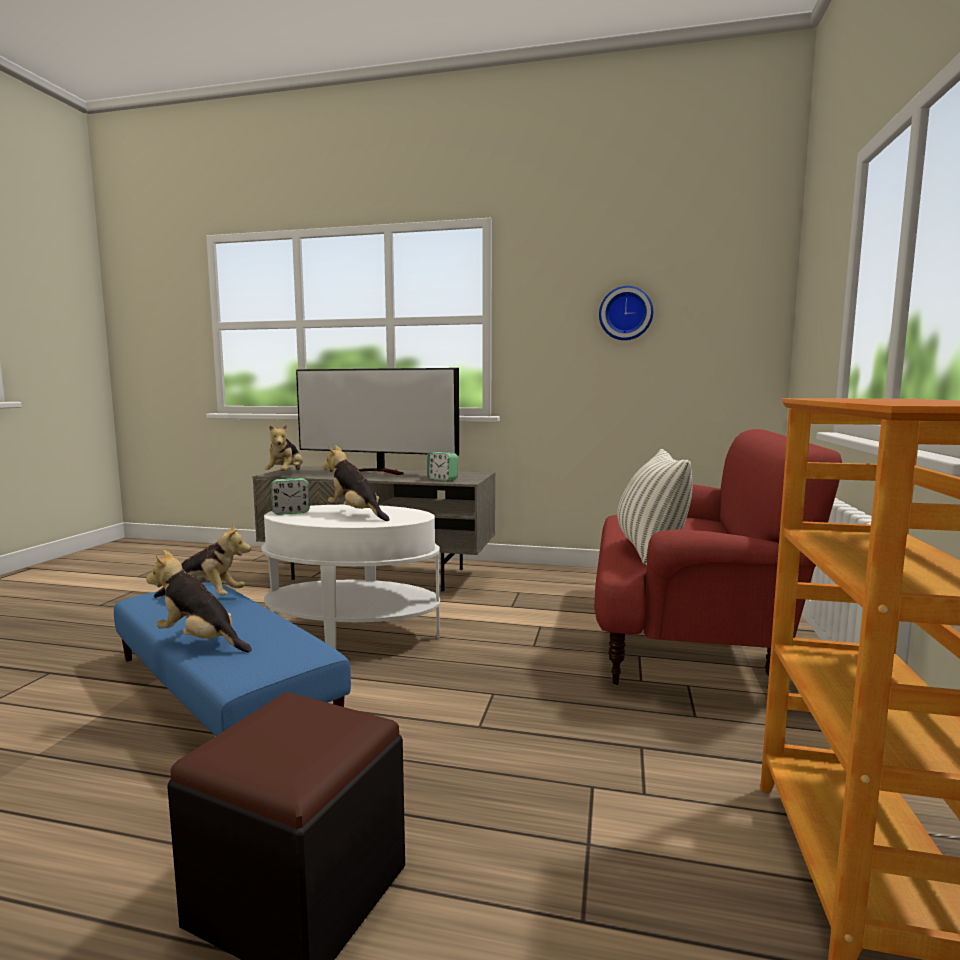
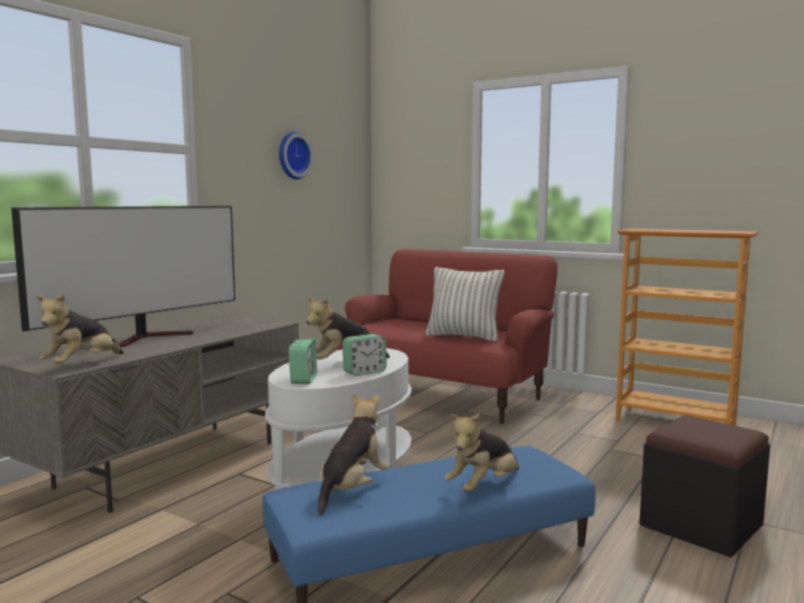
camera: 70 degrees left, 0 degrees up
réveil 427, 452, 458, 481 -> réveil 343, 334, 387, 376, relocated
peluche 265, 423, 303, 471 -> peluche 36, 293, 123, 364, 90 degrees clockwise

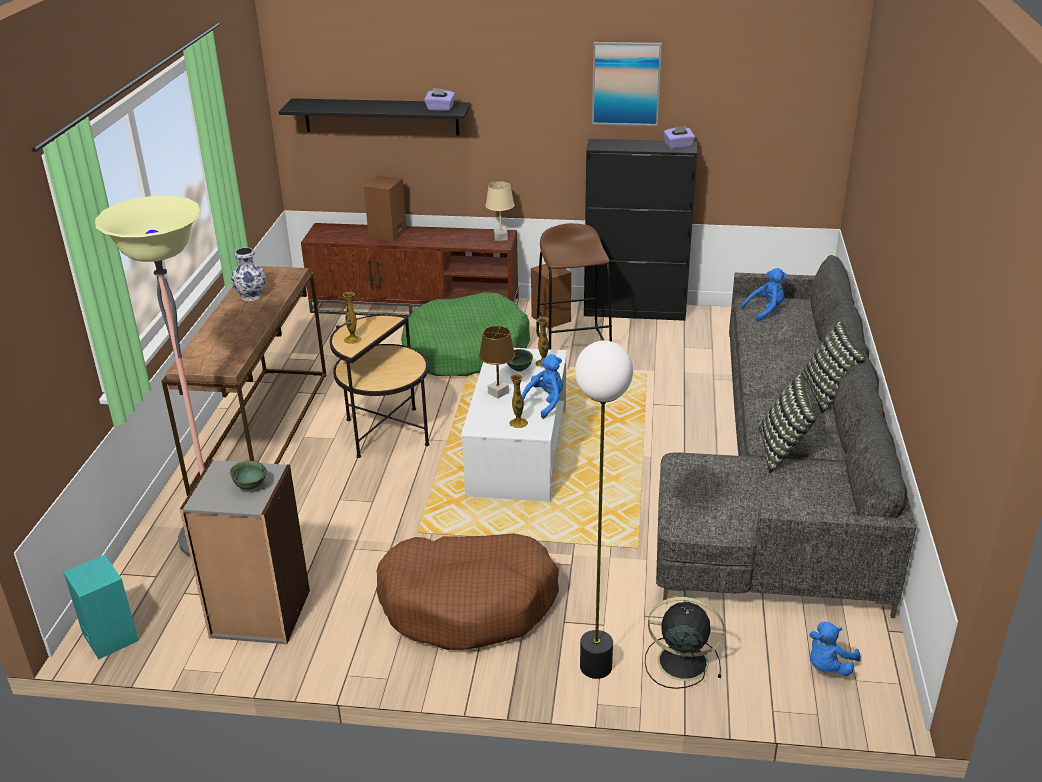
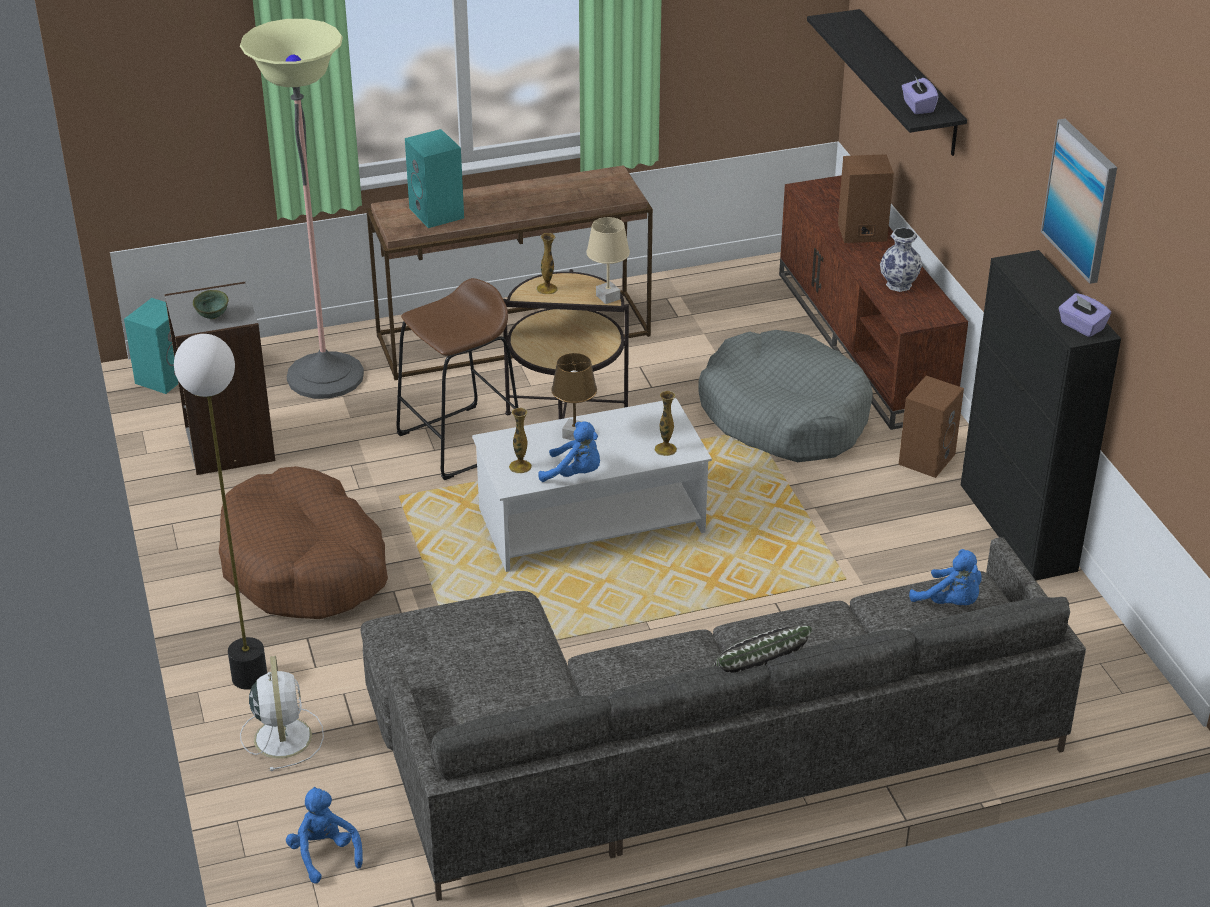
camera: 65 degrees right, 5 degrees up
bol [vert] 507, 349, 533, 372 -> none
coussin 759, 374, 817, 473 -> none
none -> enceinte [turquoise] 405, 129, 464, 228
vase 231, 248, 266, 301 -> vase 880, 228, 922, 292, relocated
lampe de table [beige] 485, 181, 514, 241 -> lampe de table [beige] 586, 217, 630, 304, relocated
tabouret [marron] 536, 223, 612, 350 -> tabouret [marron] 396, 278, 518, 480, relocated
panier pour chien [vert] 401, 292, 530, 376 -> panier pour chien [gris] 698, 330, 873, 462
ventilateur [noir] 645, 597, 724, 689 -> ventilateur [blanc] 240, 656, 324, 771
peluche [bleu] 809, 622, 861, 676 -> peluche [bleu] 286, 787, 363, 884, 45 degrees clockwise

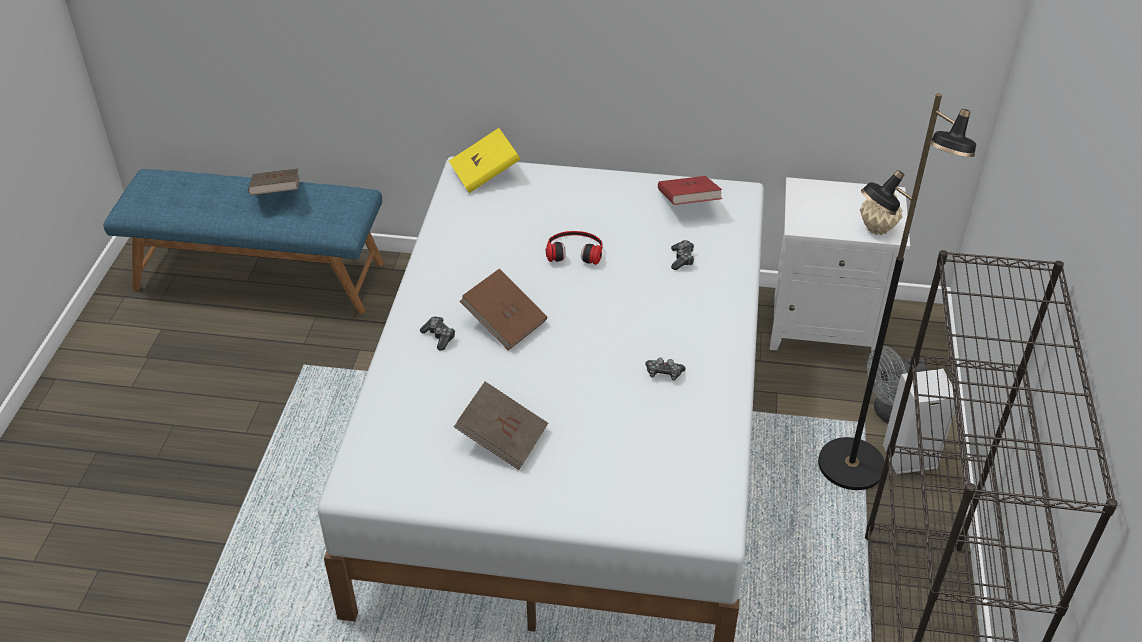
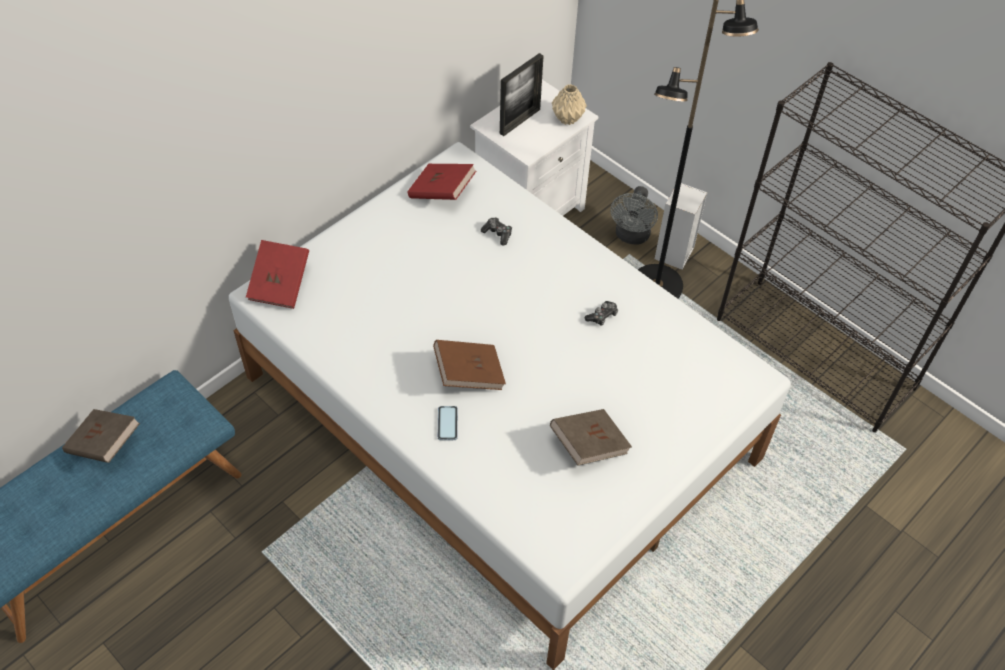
camera: 55 degrees left, 10 degrees up
casque audio 546, 231, 603, 265 -> none
none -> cadre photo 500, 53, 543, 136
manette 420, 317, 455, 351 -> téléphone 438, 406, 458, 440
livre [jaune] 449, 128, 521, 193 -> livre [rouge] 246, 240, 309, 309

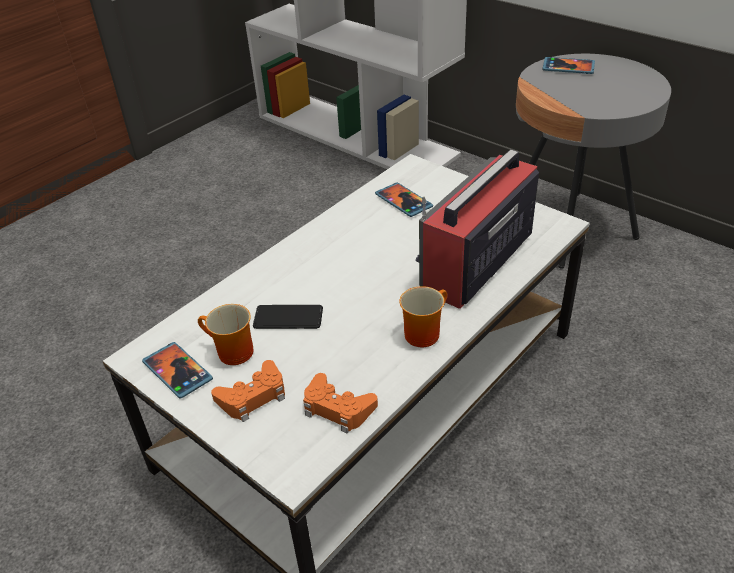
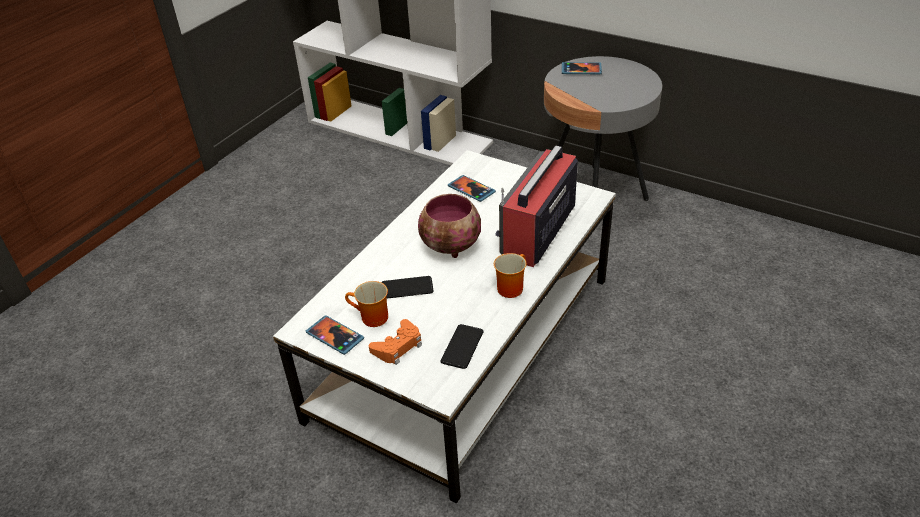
camera: 10 degrees left, 0 degrees up
none -> bol 418, 194, 481, 258
manette [orange] 303, 373, 378, 433 -> téléphone 440, 324, 484, 369

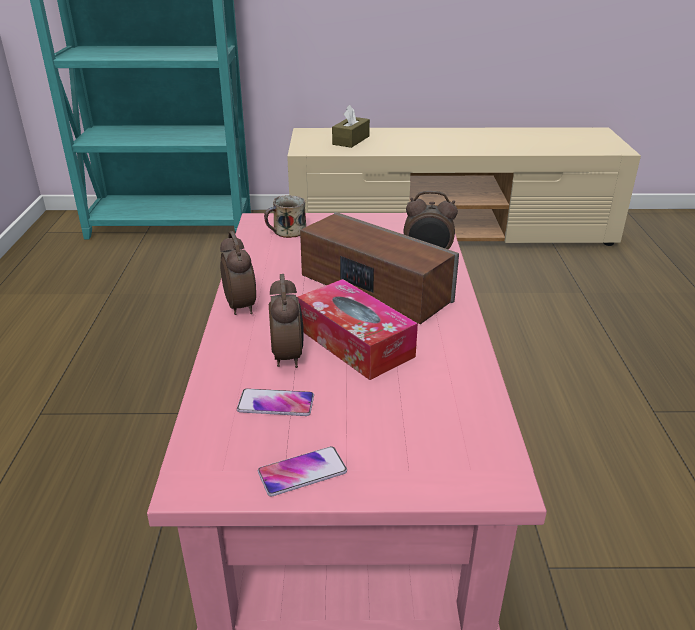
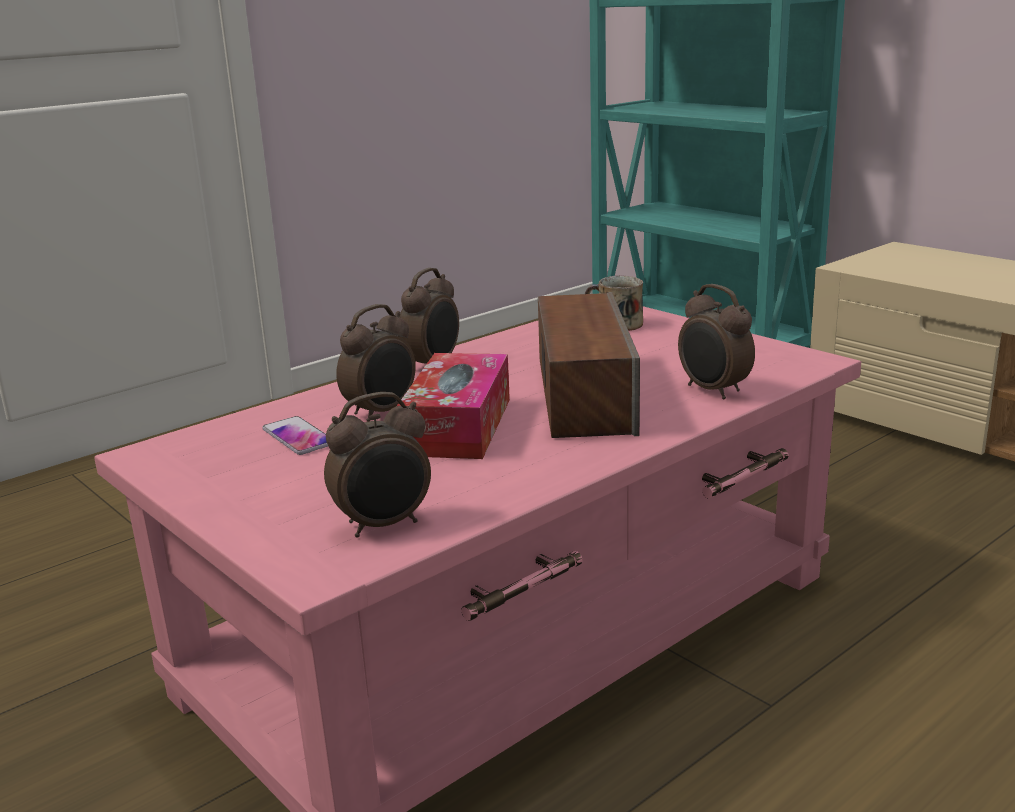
camera: 50 degrees right, 10 degrees down
téléphone 258, 446, 347, 496 -> none
boîte à mouchoirs [marron] 332, 105, 370, 148 -> none
none -> réveil 324, 392, 431, 538

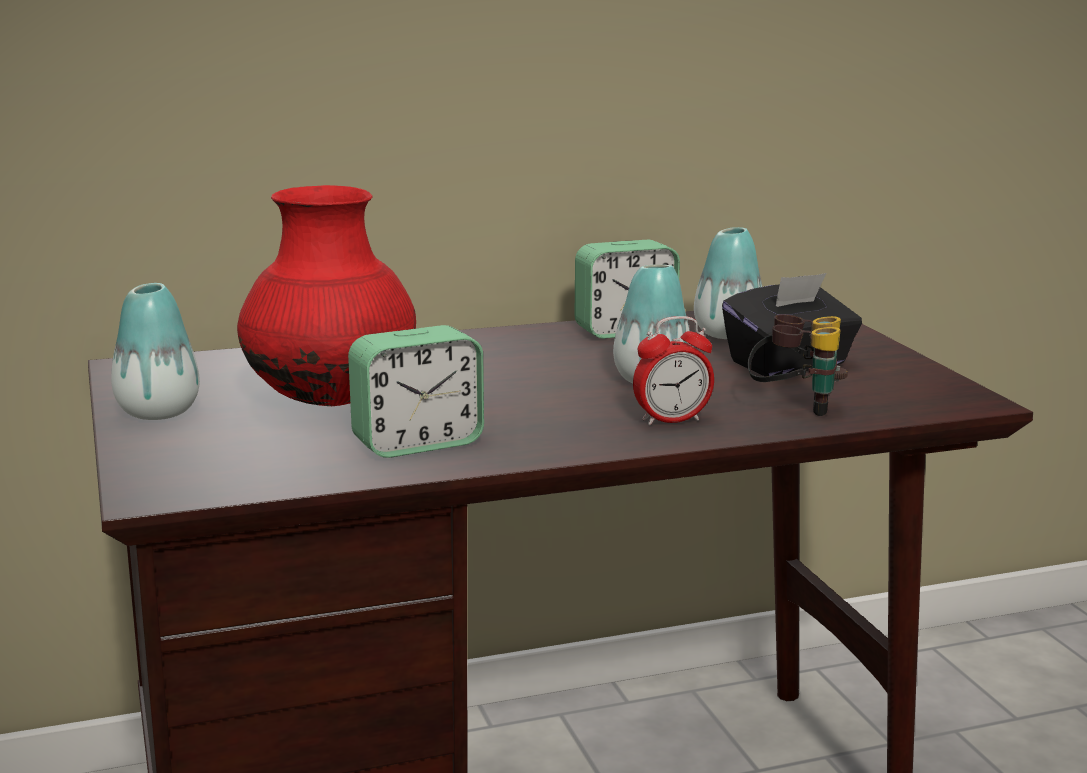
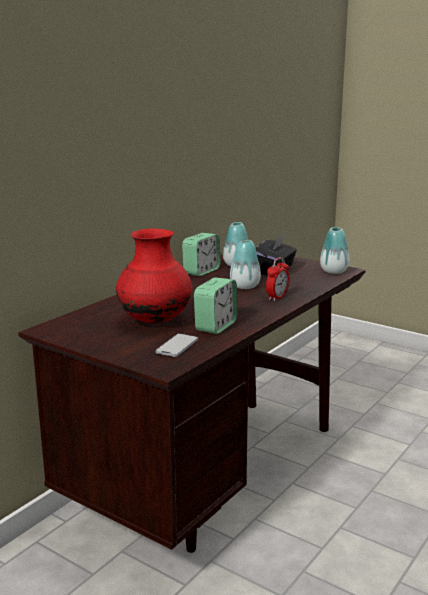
camera: 35 degrees left, 0 degrees up
jumelles 748, 314, 848, 416 -> none
none -> téléphone 155, 333, 198, 357
vase 111, 283, 200, 420 -> vase 320, 227, 349, 274, relocated

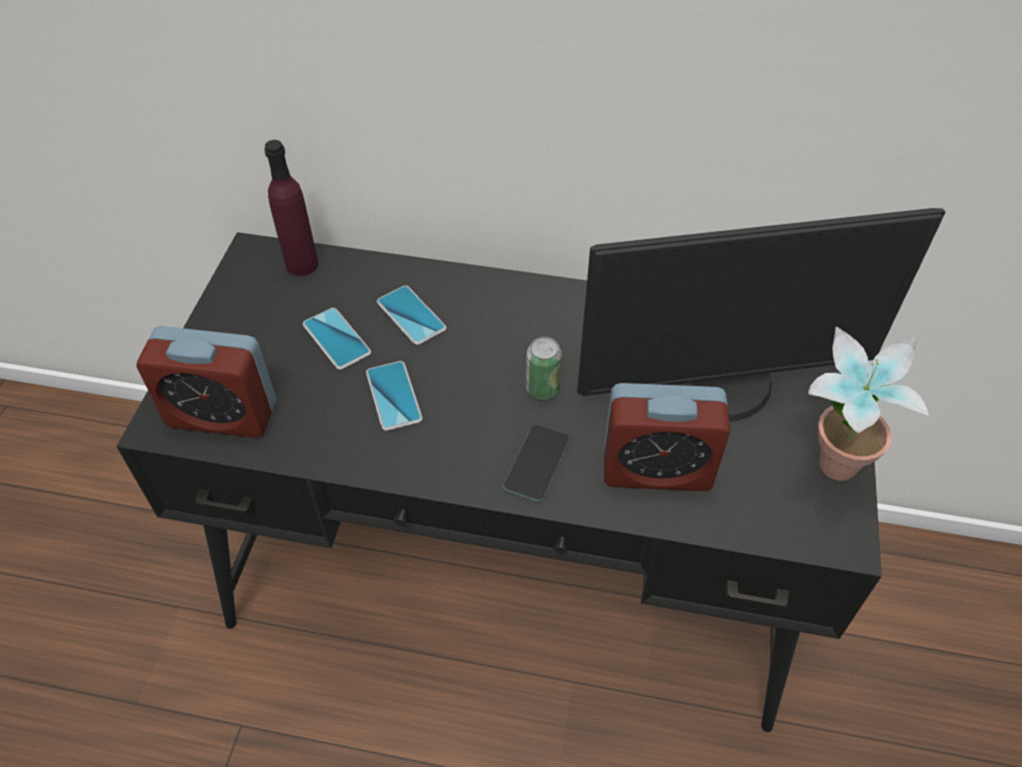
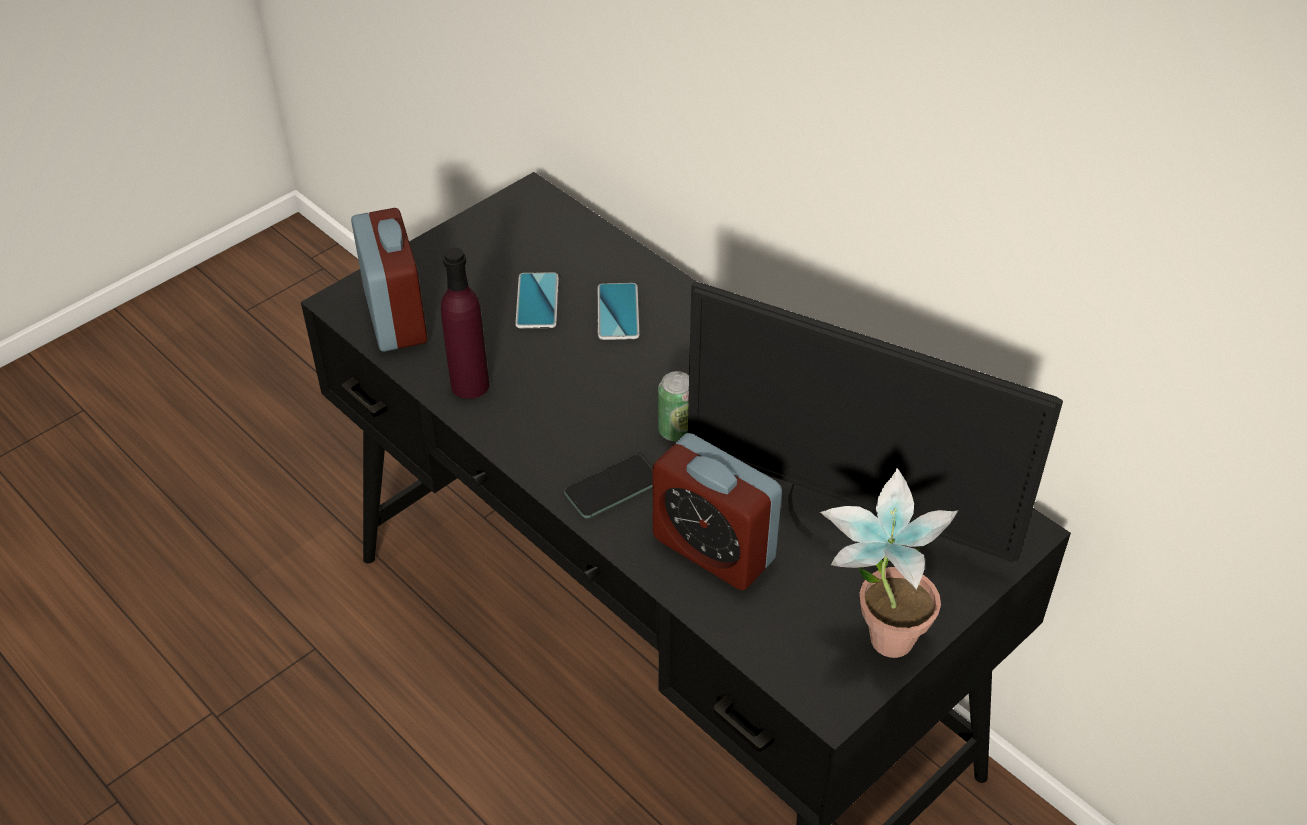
camera: 35 degrees right, 5 degrees down
téléphone 366, 361, 423, 431 -> none
bouteille [violet] 264, 140, 319, 276 -> bouteille [violet] 441, 247, 489, 399, relocated
réveil 136, 326, 276, 438 -> réveil 351, 208, 427, 352, 150 degrees counterclockwise

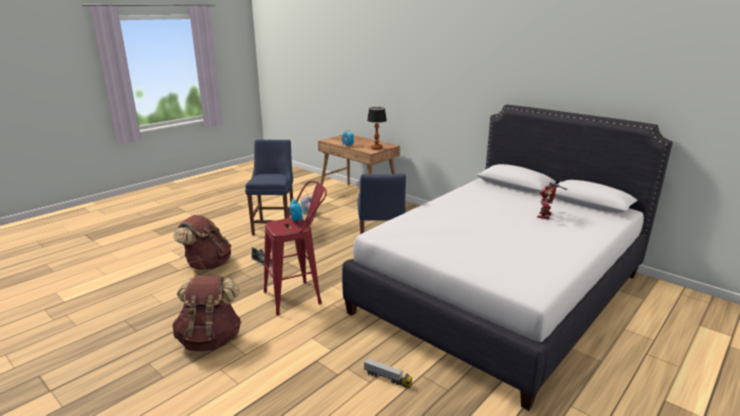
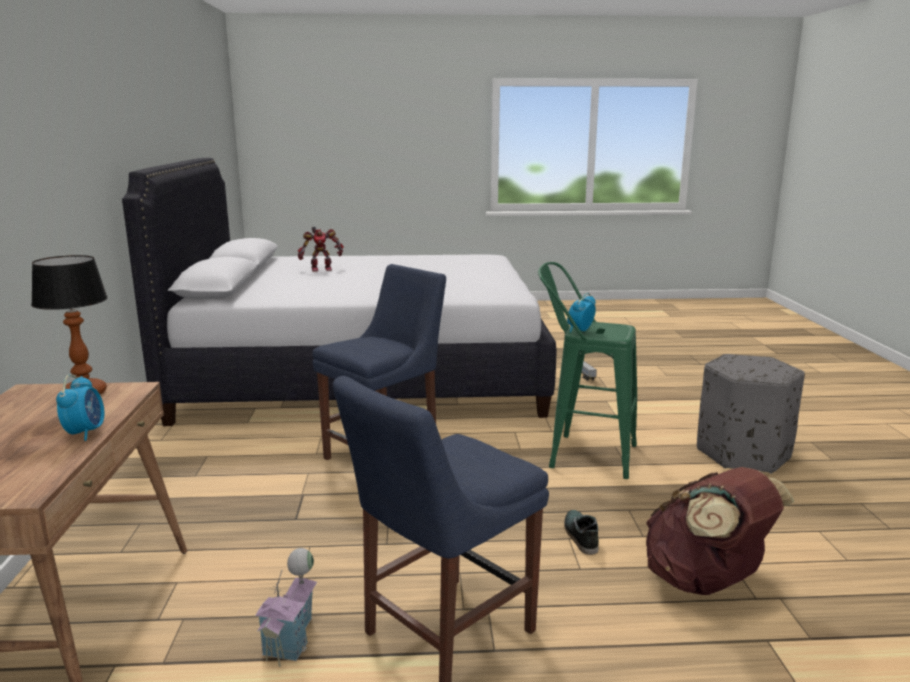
camera: 135 degrees left, 5 degrees down
sac à dos [marron] 172, 275, 242, 351 -> pouf [gris] 697, 354, 805, 474
tabouret [rouge] 264, 181, 327, 315 -> tabouret [vert] 538, 262, 637, 479

